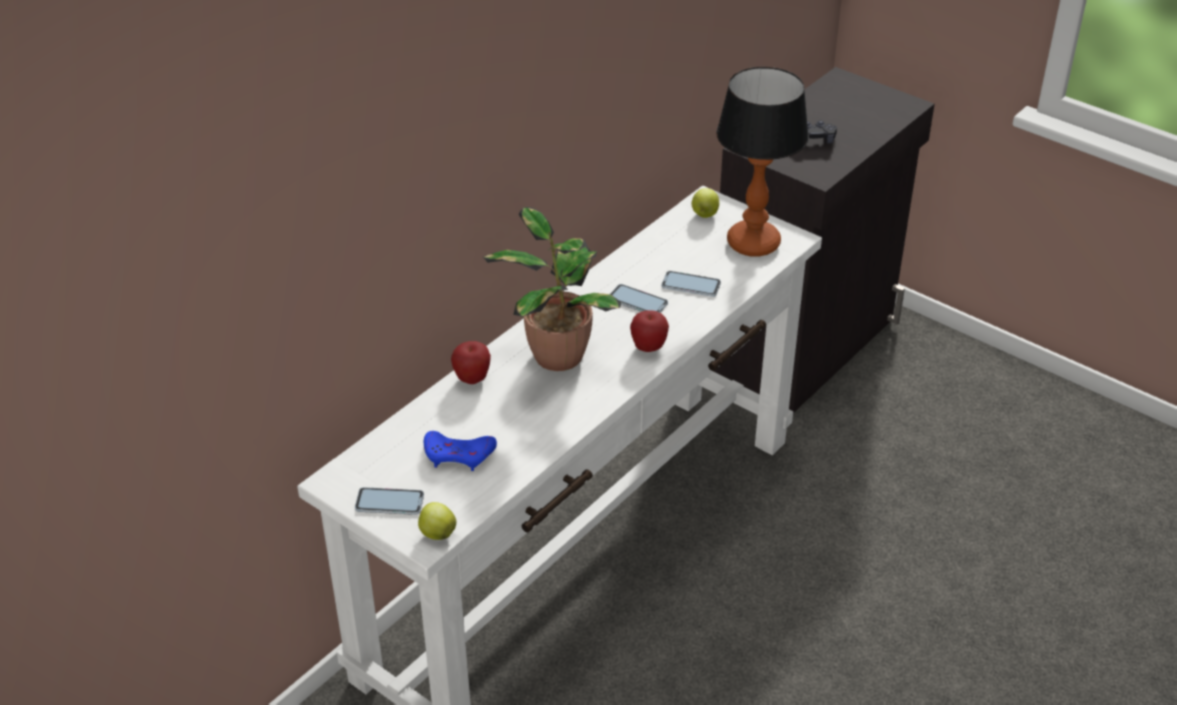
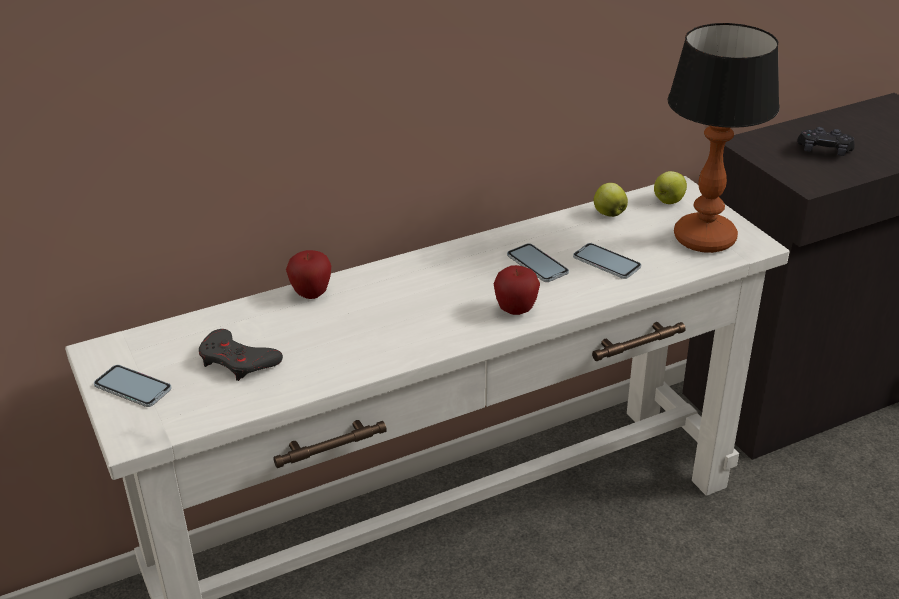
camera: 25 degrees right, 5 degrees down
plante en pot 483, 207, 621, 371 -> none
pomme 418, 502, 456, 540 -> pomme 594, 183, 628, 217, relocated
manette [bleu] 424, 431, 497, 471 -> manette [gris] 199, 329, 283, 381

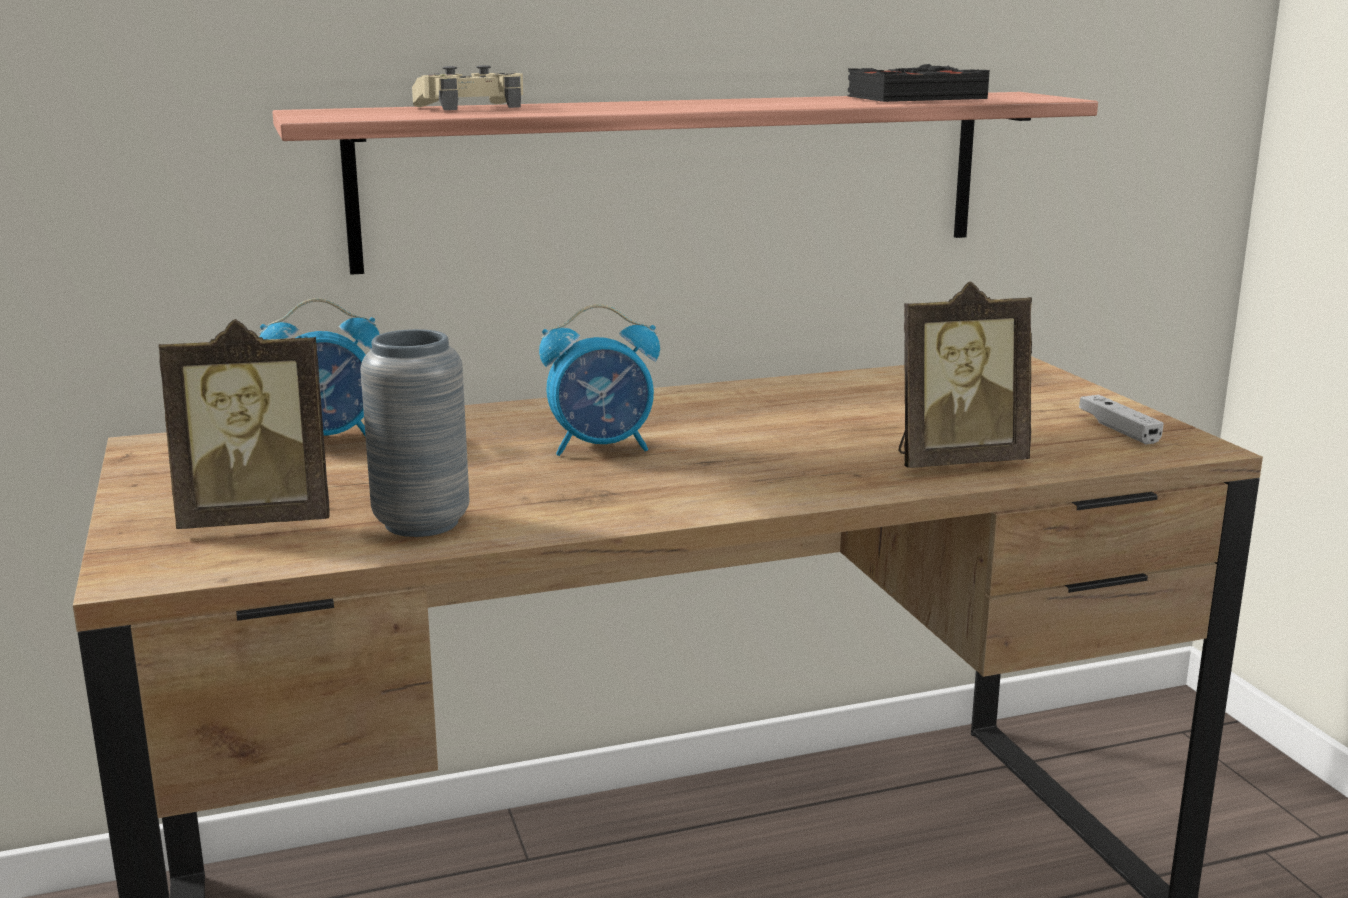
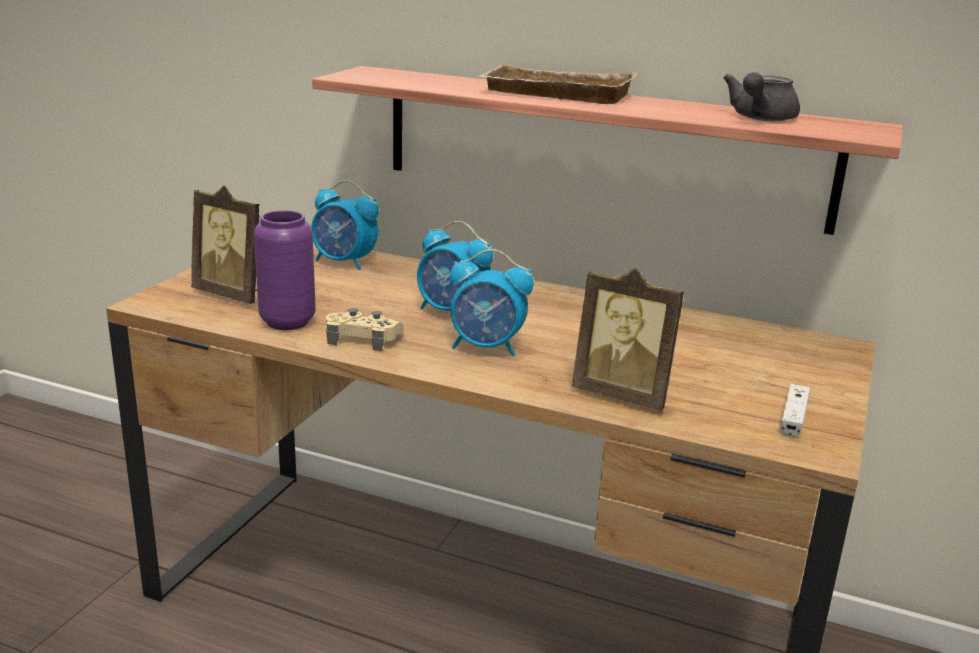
camera: 40 degrees right, 5 degrees up
none -> réveil 450, 249, 534, 356
none -> plateau [beige] 477, 64, 637, 104
manette [beige] 412, 65, 523, 110 -> manette [beige] 326, 308, 404, 351, relocated
livre [noir] 848, 64, 990, 102 -> théière [gris] 723, 72, 800, 121
vase [gris] 360, 329, 469, 537 -> vase [violet] 254, 210, 316, 330

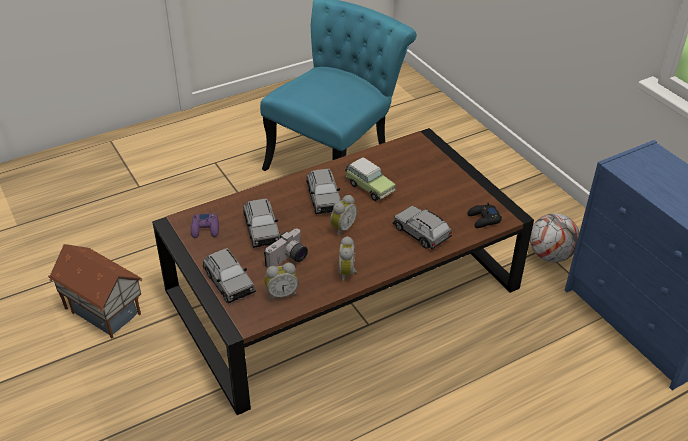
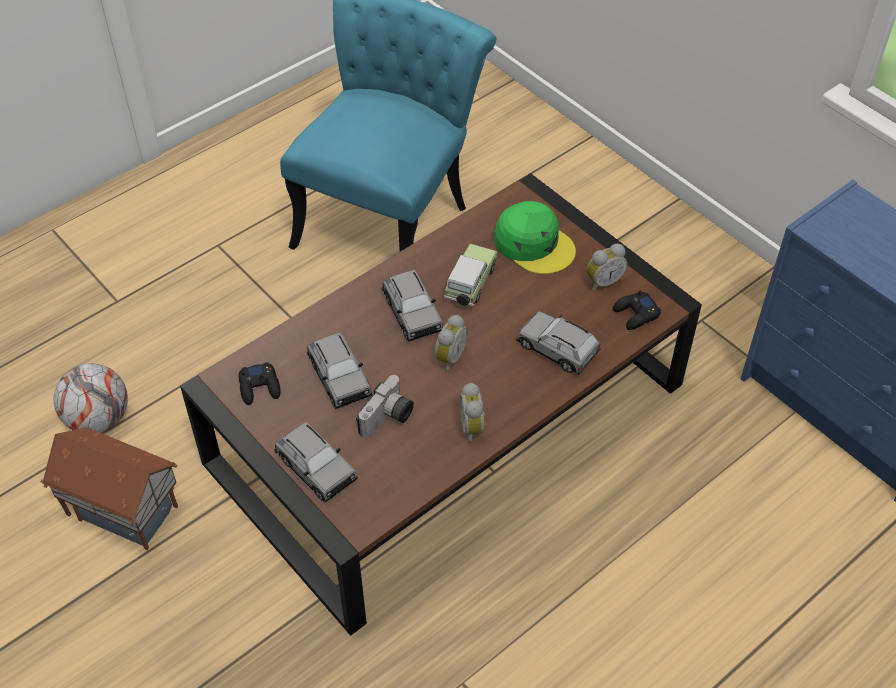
camera: 10 degrees left, 10 degrees up
none -> casquette [vert] 494, 201, 576, 274
réveil 265, 263, 298, 301 -> réveil 587, 244, 628, 292, relocated
ballon de foot 530, 213, 579, 262 -> ballon de foot 54, 363, 128, 433, relocated
manette [violet] 191, 213, 219, 238 -> manette [noir] 239, 362, 281, 405
petite voiture 345, 157, 396, 201 -> petite voiture 444, 244, 497, 306, 105 degrees counterclockwise

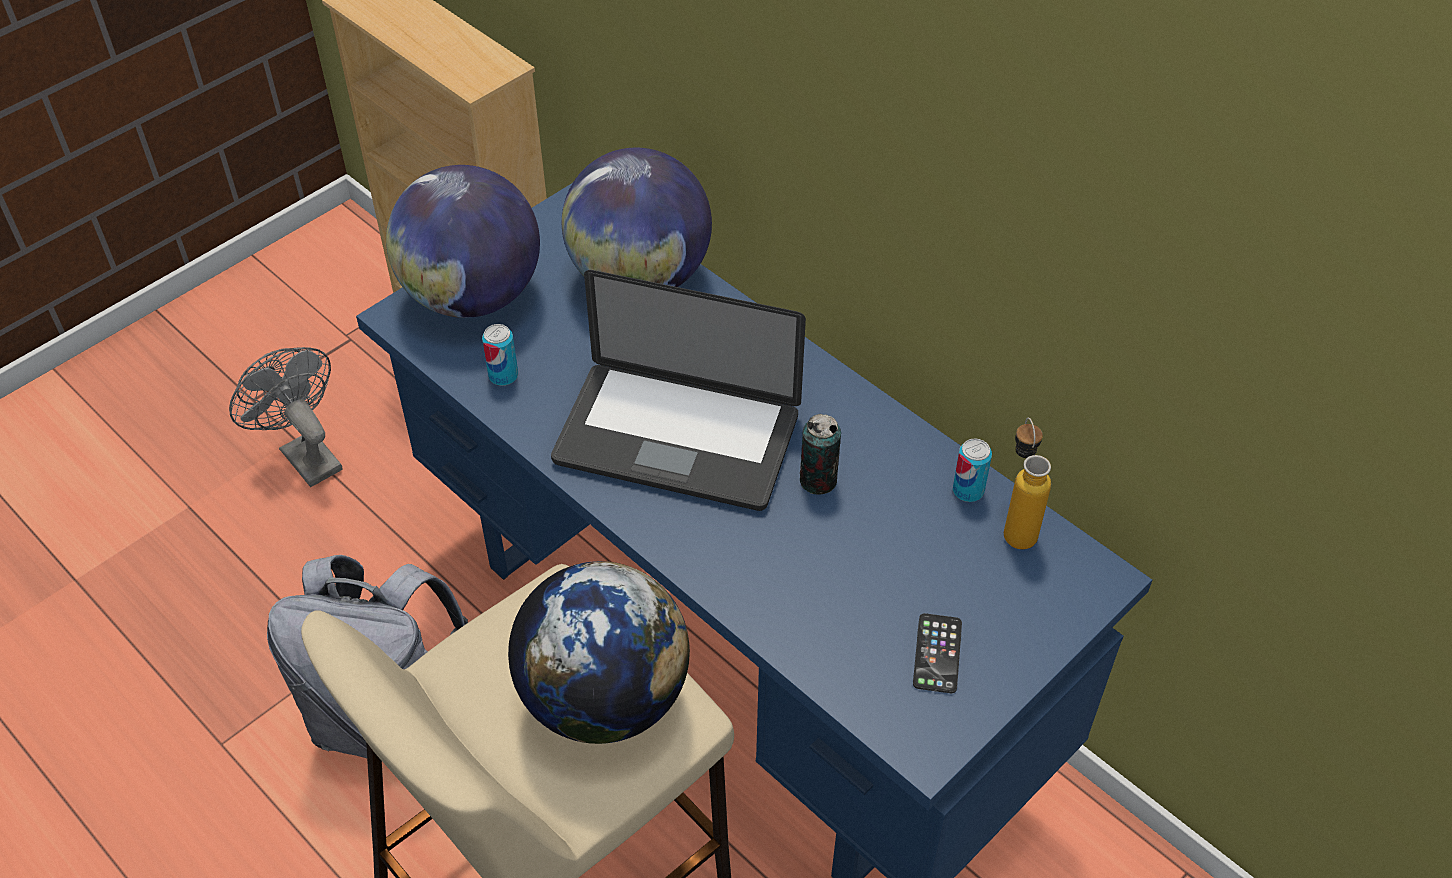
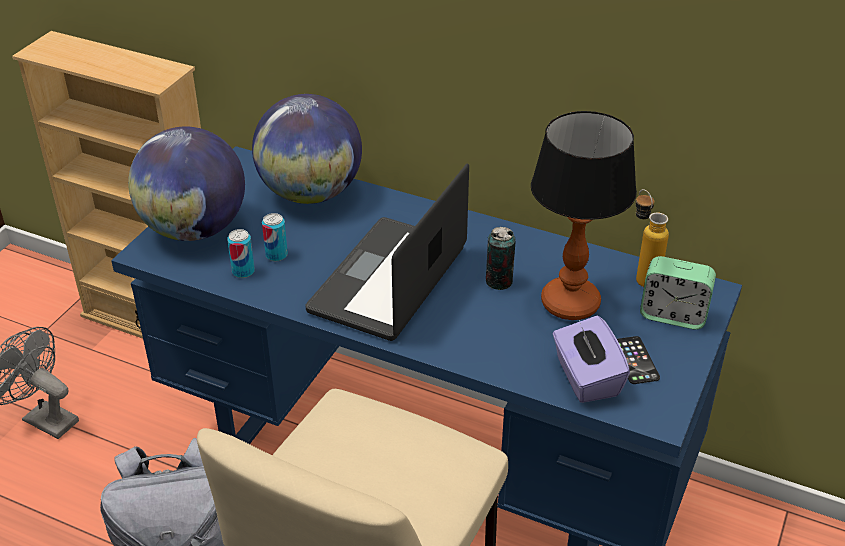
camera: 20 degrees left, 10 degrees down
globe 508, 561, 690, 744 -> none
none -> lampe de table 531, 111, 637, 320
none -> boîte à mouchoirs [violet] 553, 316, 630, 403
none -> réveil 640, 256, 716, 330
boîte métallique 953, 439, 992, 502 -> boîte métallique 262, 213, 288, 262, relocated
ordinateur portable 551, 270, 806, 511 -> ordinateur portable 306, 163, 469, 341, 120 degrees clockwise

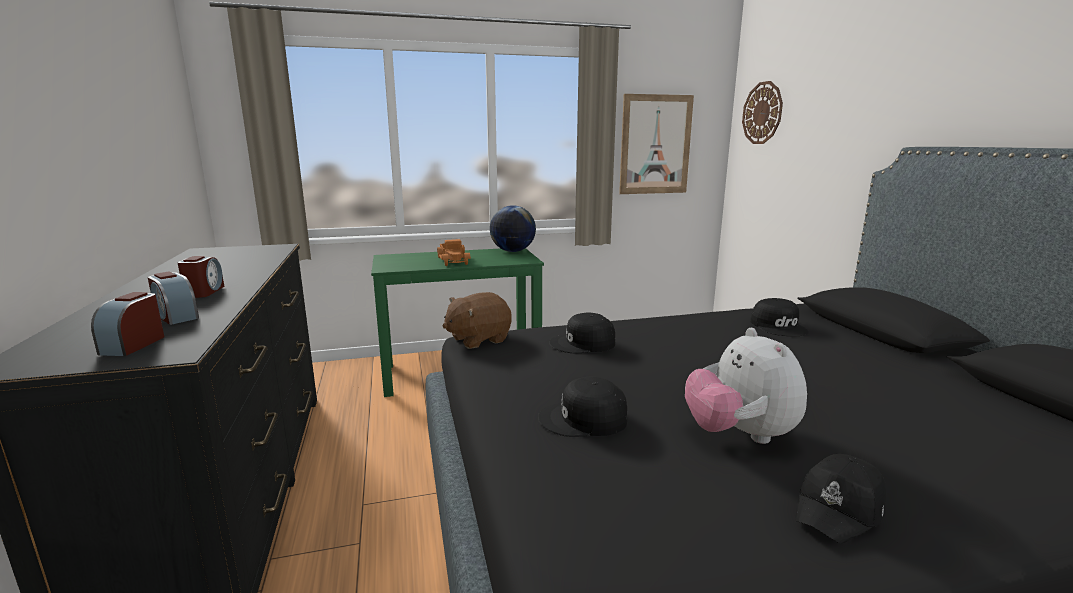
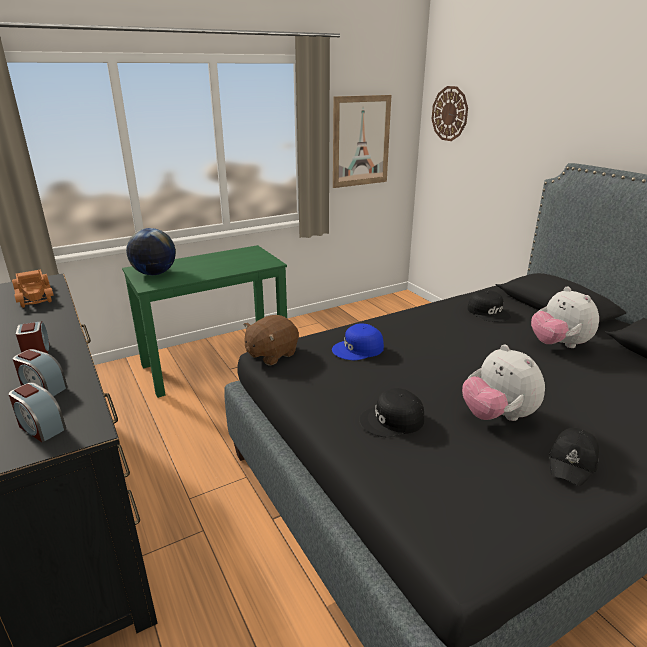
camera: 15 degrees left, 10 degrees up
none -> peluche 531, 286, 599, 348
camion jouet 437, 239, 471, 266 -> camion jouet 12, 270, 54, 308, relocated
globe 490, 205, 536, 252 -> globe 126, 228, 176, 275, relocated
casquette [noir] 549, 313, 615, 353 -> casquette [bleu] 332, 323, 384, 360
réveil 91, 292, 164, 356 -> réveil 9, 383, 66, 442, 45 degrees counterclockwise

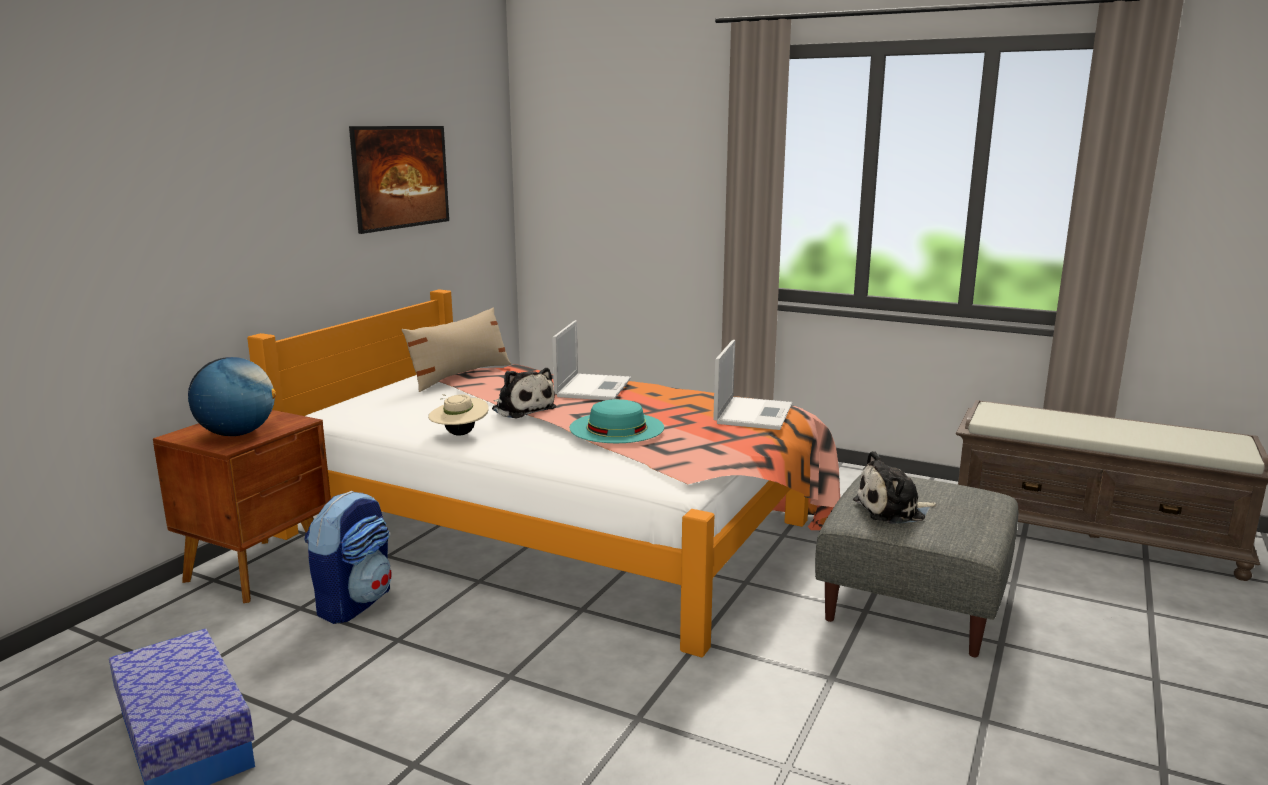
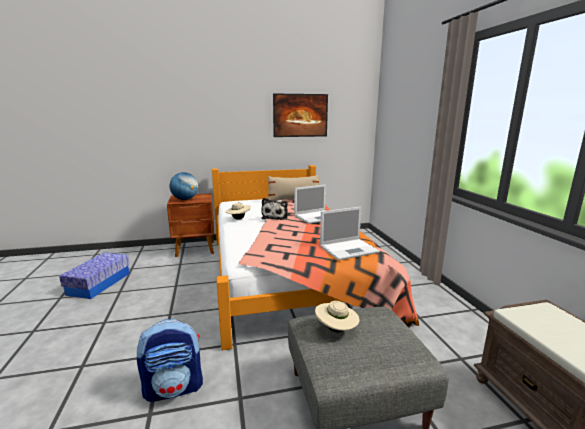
camera: 50 degrees right, 0 degrees up
chapeau [turquoise] 570, 399, 664, 443 -> none
sac à dos 305, 491, 392, 624 -> sac à dos 137, 319, 203, 402, relocated
peluche 853, 451, 937, 524 -> chapeau [beige] 315, 301, 359, 332

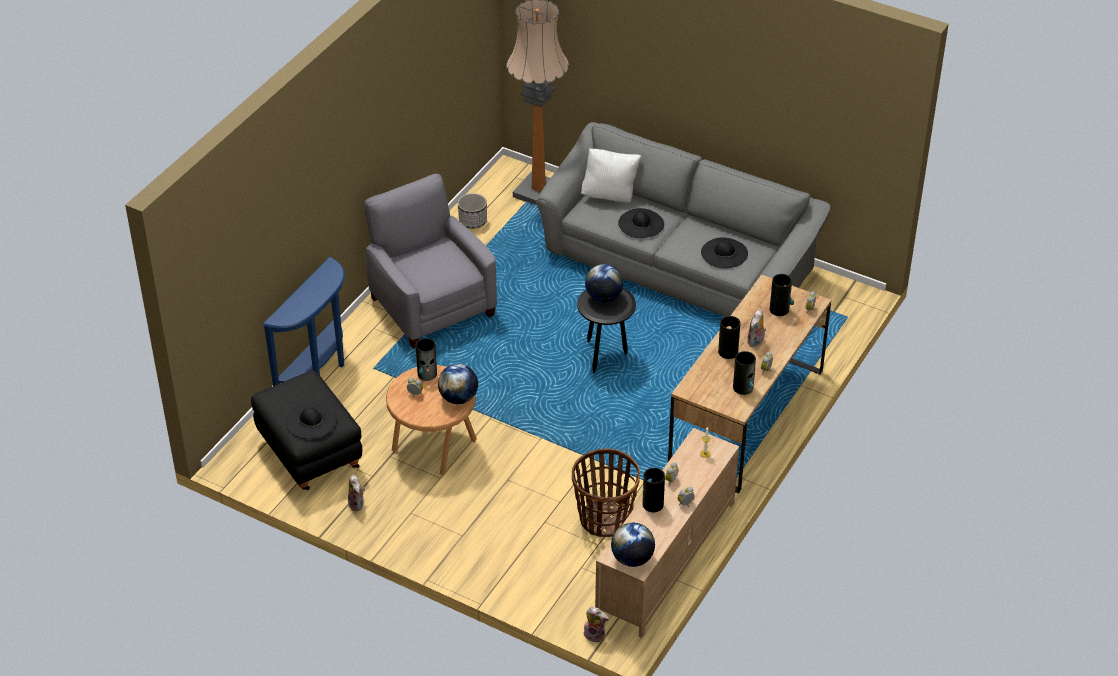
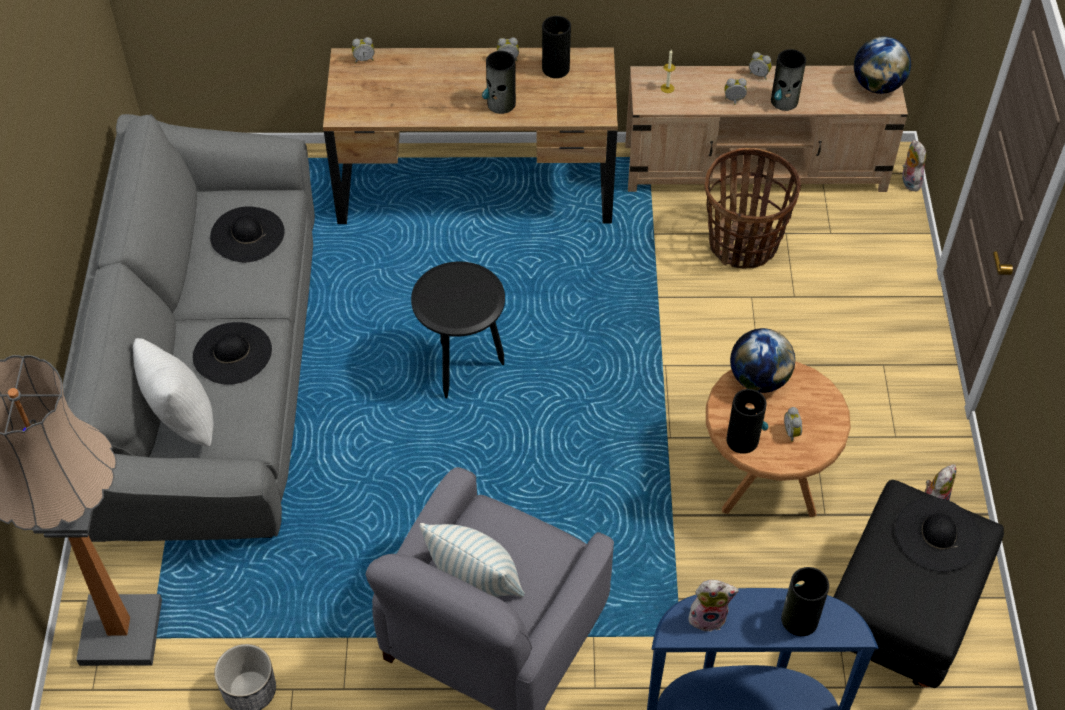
camera: 120 degrees left, 10 degrees up
globe 585, 264, 624, 303 -> none
none -> coussin 419, 523, 525, 597
peluche 747, 310, 766, 347 -> peluche 688, 580, 739, 632, relocated
vase 770, 274, 794, 316 -> vase 781, 567, 829, 636, relocated

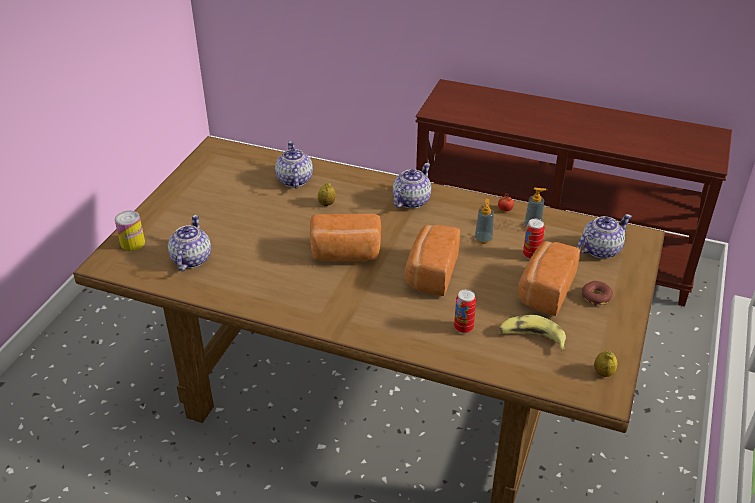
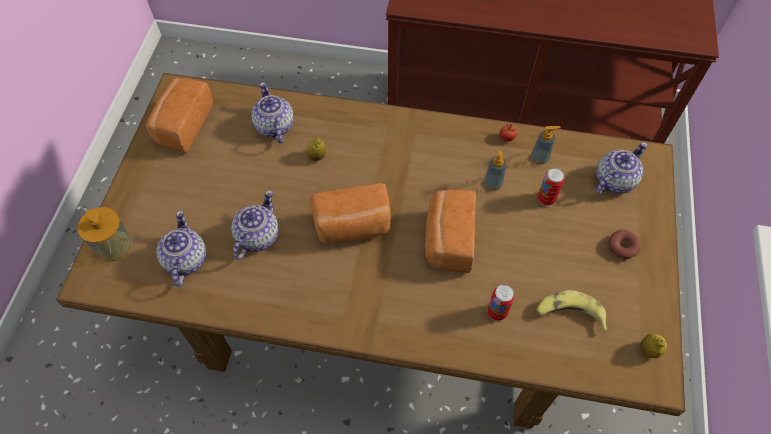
camera: 10 degrees left, 20 degrees up
théière 393, 163, 432, 209 -> théière 231, 190, 279, 260, relocated
pain 518, 241, 580, 316 -> pain 146, 78, 213, 153, relocated
boîte métallique 115, 211, 145, 251 -> distributeur de savon 78, 207, 132, 261

